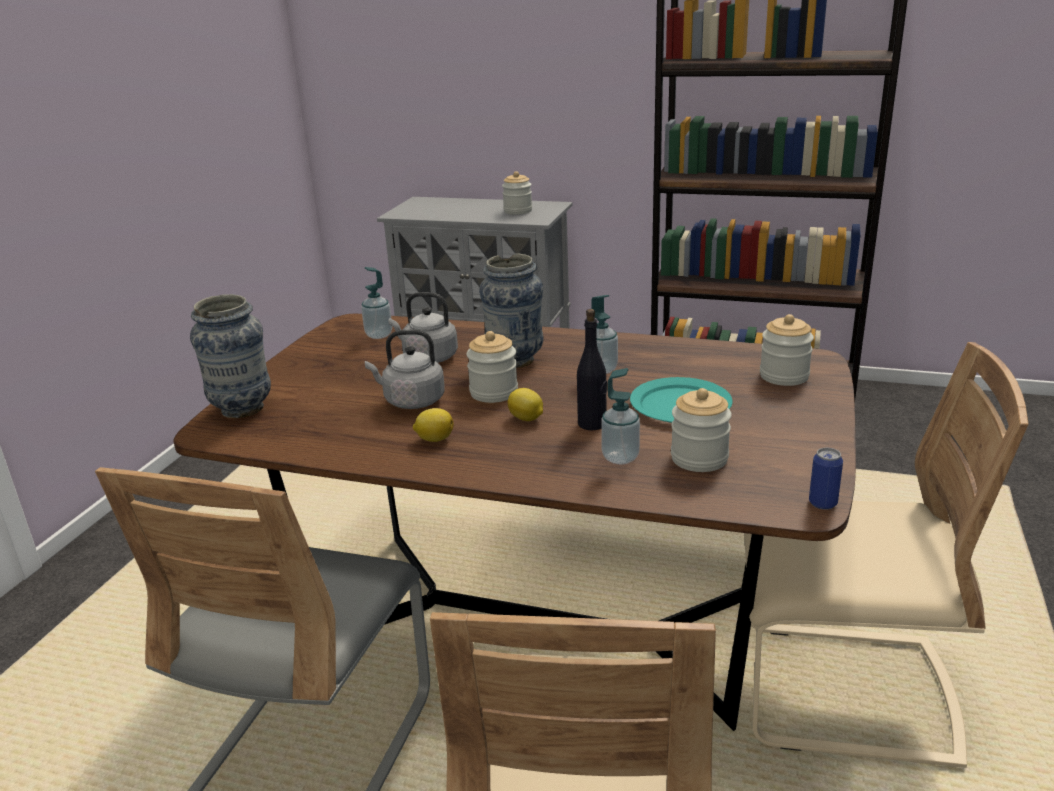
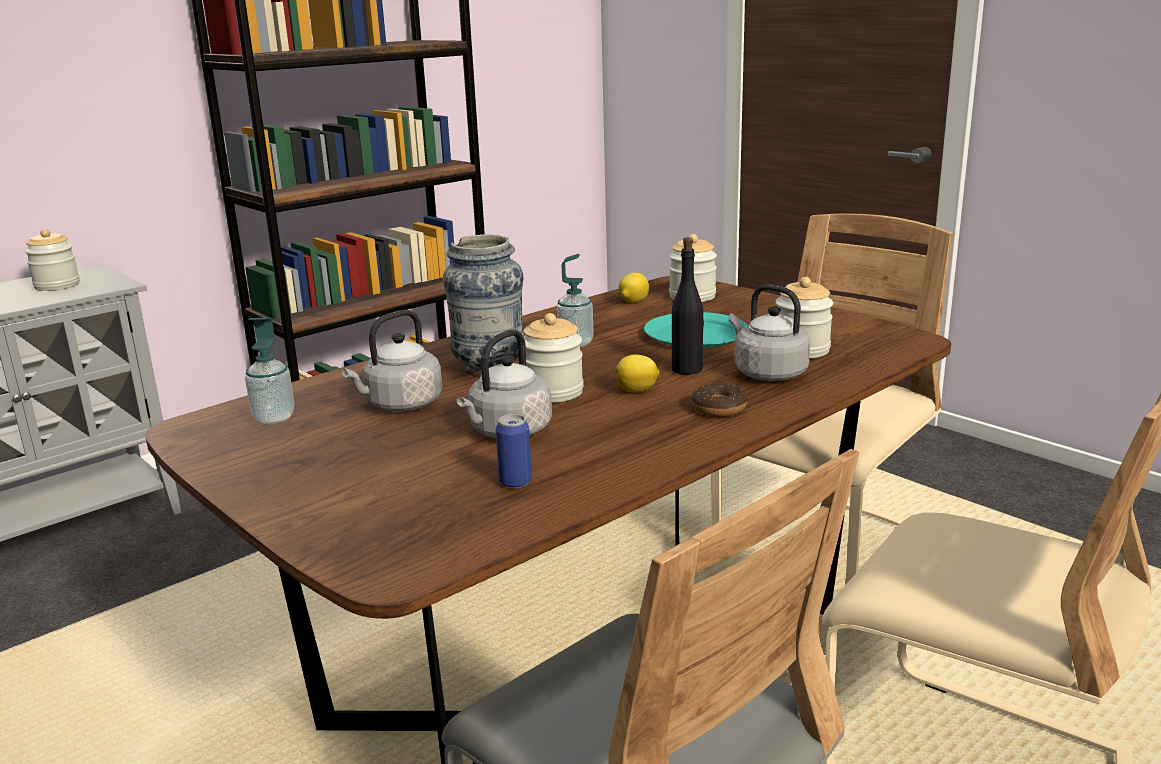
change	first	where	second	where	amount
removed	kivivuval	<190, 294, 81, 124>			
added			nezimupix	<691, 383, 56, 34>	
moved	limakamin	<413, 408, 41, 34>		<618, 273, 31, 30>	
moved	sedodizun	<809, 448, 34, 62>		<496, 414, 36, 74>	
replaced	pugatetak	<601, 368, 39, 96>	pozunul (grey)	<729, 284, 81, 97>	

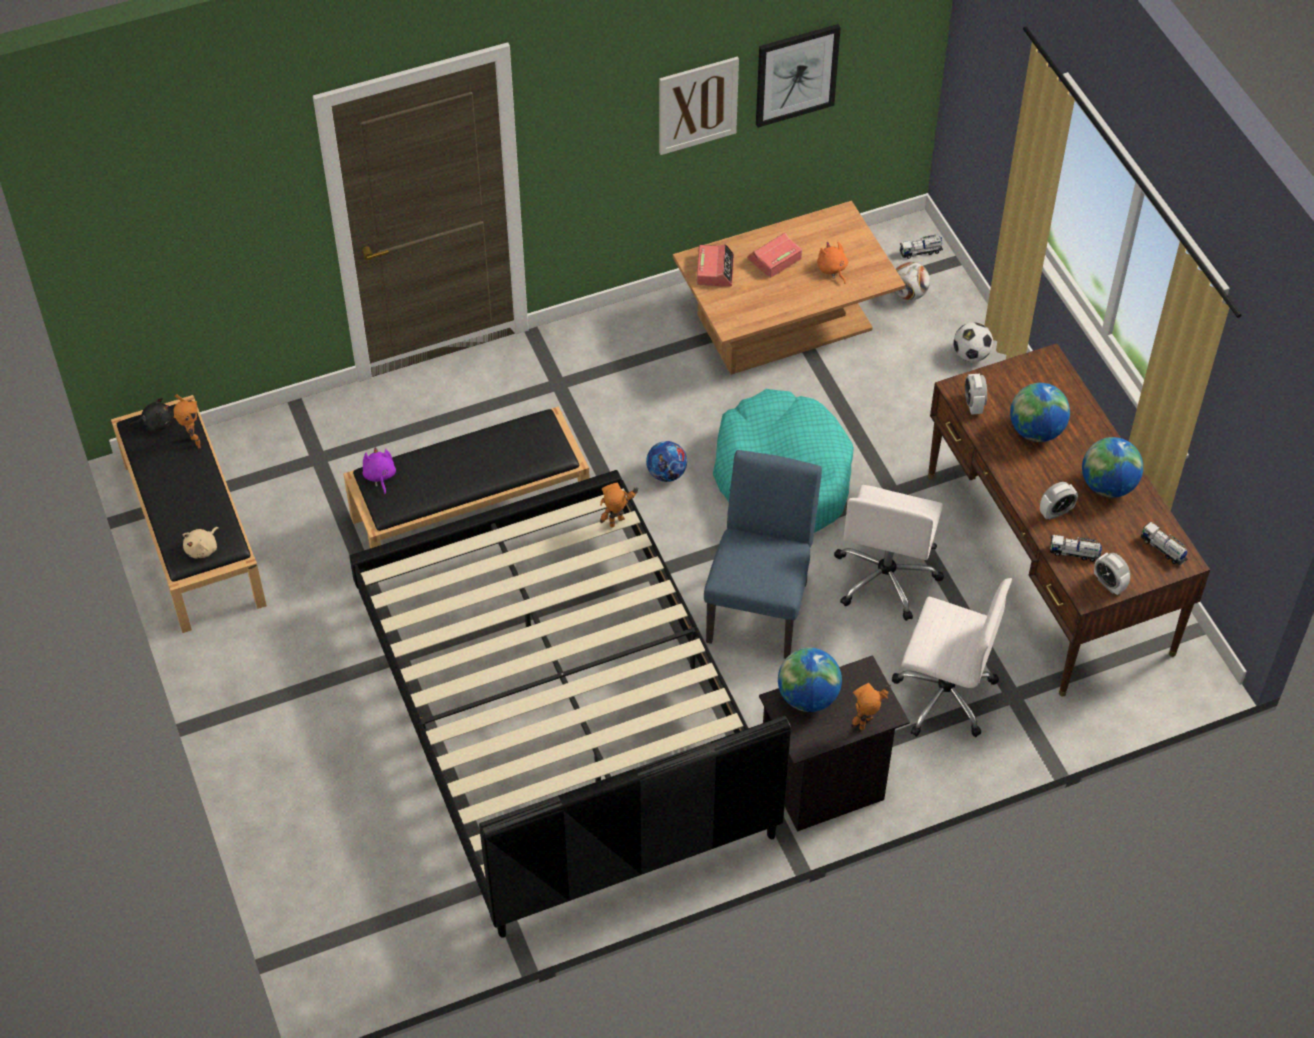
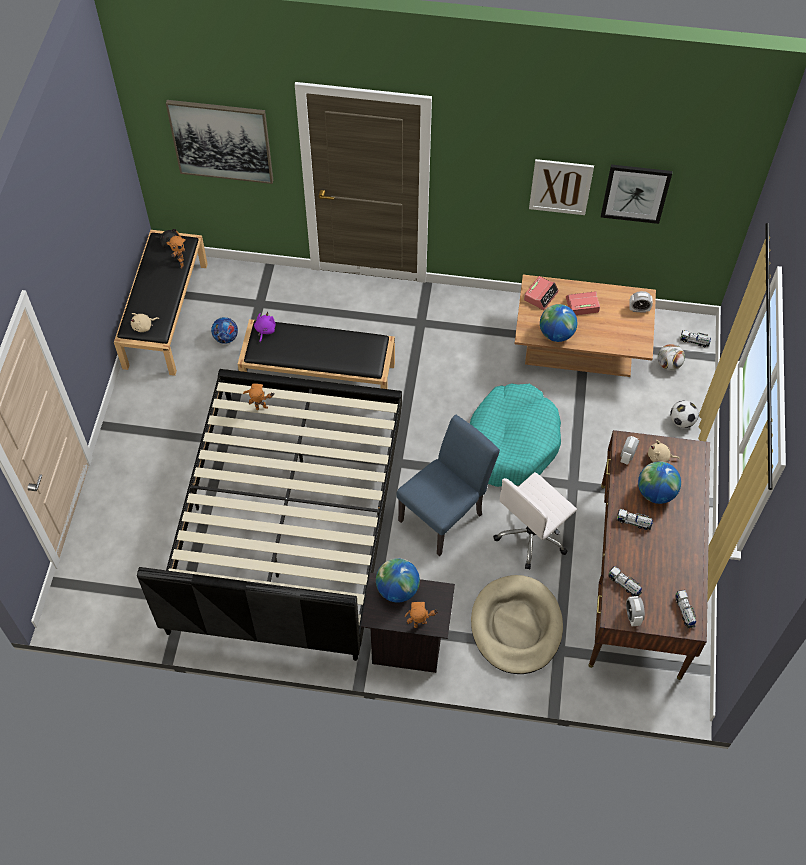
change	first	where	second	where	amount
removed	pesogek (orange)	<817, 242, 31, 42>			
added			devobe	<166, 100, 107, 84>	
added			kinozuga	<617, 509, 36, 21>	
added			pesogek (beige)	<648, 440, 31, 23>	
moved	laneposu	<600, 483, 38, 45>		<243, 384, 32, 26>	
moved	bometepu	<646, 441, 41, 41>		<211, 317, 27, 27>	
moved	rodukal	<1040, 482, 38, 38>		<629, 291, 24, 22>	
moved	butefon	<1082, 437, 61, 61>		<540, 304, 37, 38>	
replaced	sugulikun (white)	<892, 578, 120, 159>	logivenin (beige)	<471, 575, 92, 99>	

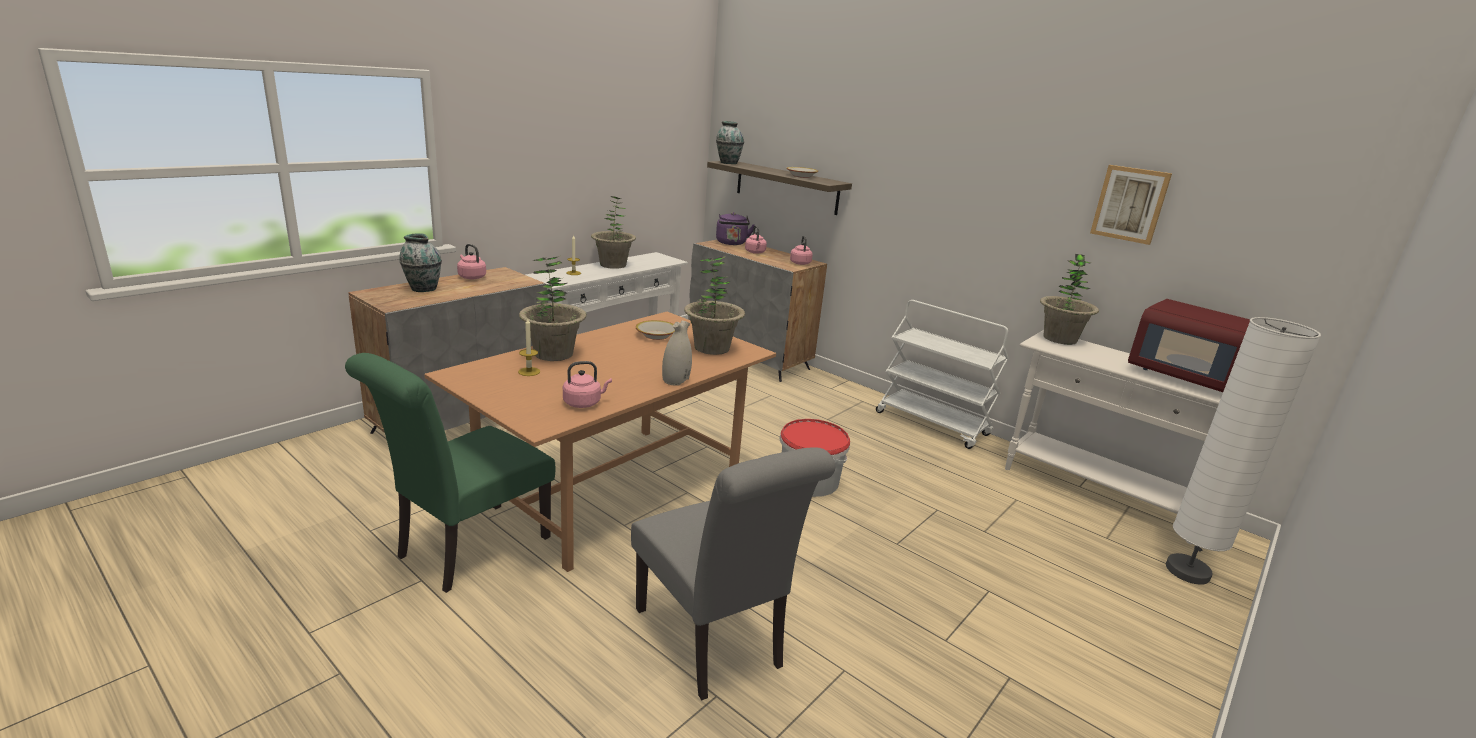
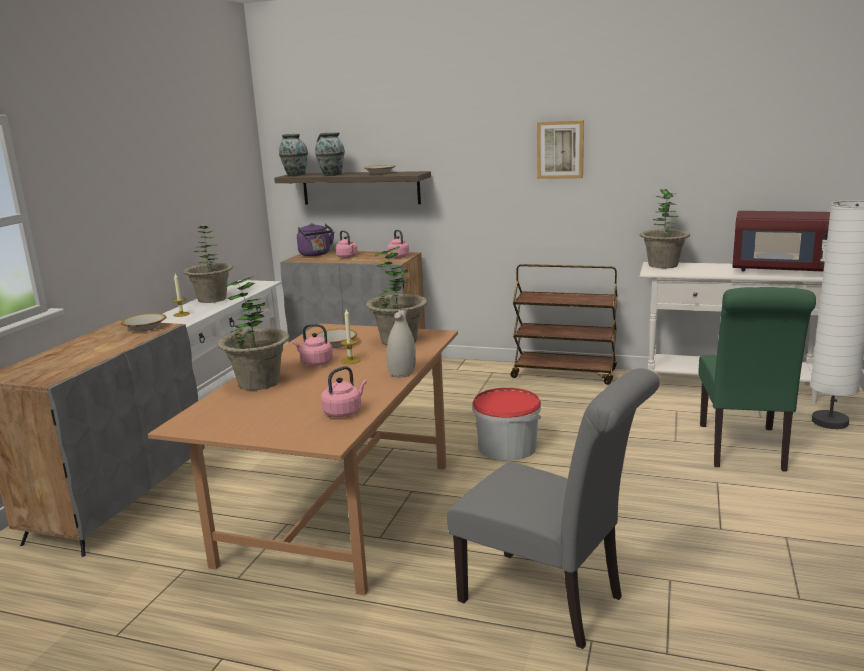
change	first	where	second	where	amount
added			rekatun	<121, 313, 45, 18>	
moved	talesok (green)	<345, 353, 210, 240>		<698, 287, 118, 185>	
moved	kivivuval	<399, 233, 43, 59>		<315, 133, 30, 43>	
moved	pozunul (pink)	<457, 244, 29, 35>		<292, 324, 41, 42>	
moved	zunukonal	<518, 317, 22, 59>		<340, 309, 21, 55>	
moved	devobe	<1090, 165, 82, 80>		<537, 120, 47, 59>	
recoloured	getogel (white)	<876, 300, 133, 149>	getogel (brown)	<510, 264, 108, 121>	

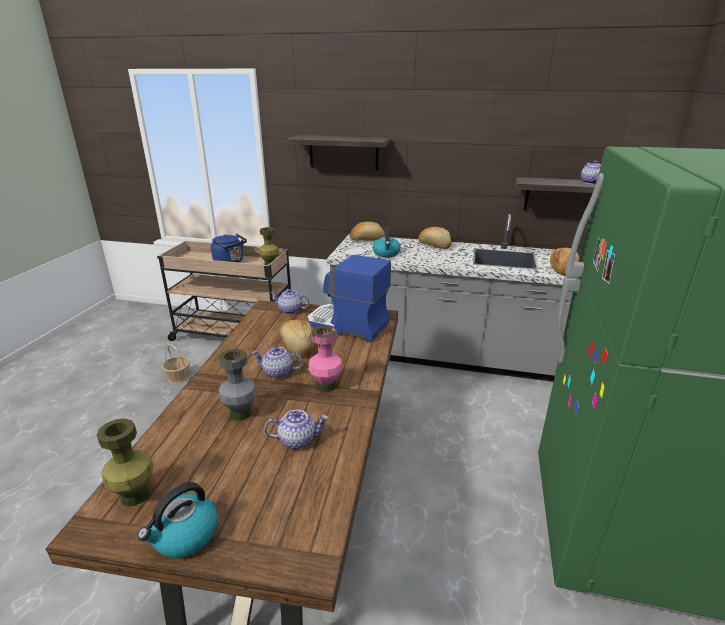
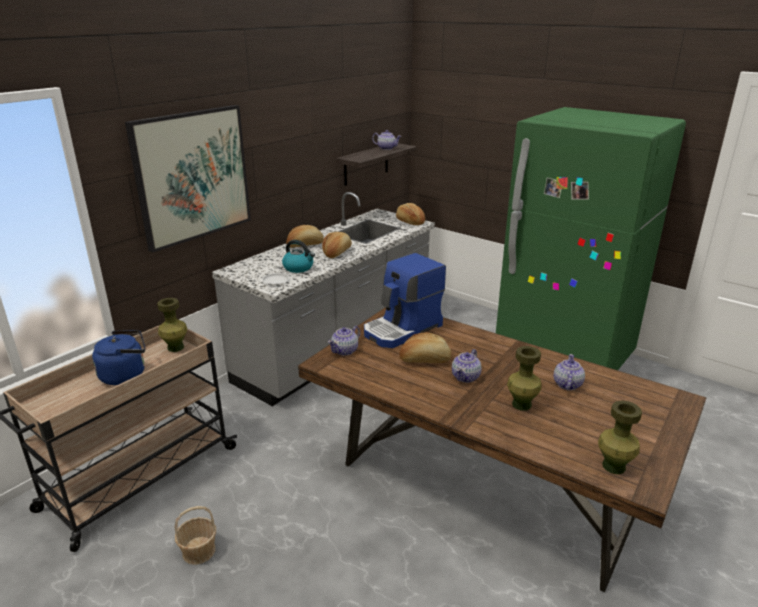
change	first	where	second	where	amount
removed	pozunul	<138, 482, 80, 76>			
removed	kivivuval (pink)	<309, 326, 33, 66>			
moved	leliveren	<350, 222, 35, 19>		<322, 232, 30, 26>	
replaced	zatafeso	<287, 135, 103, 35>	devobe	<125, 105, 126, 148>	
recoloured	kivivuval (grey)	<218, 349, 39, 72>	kivivuval (green)	<507, 346, 35, 65>	

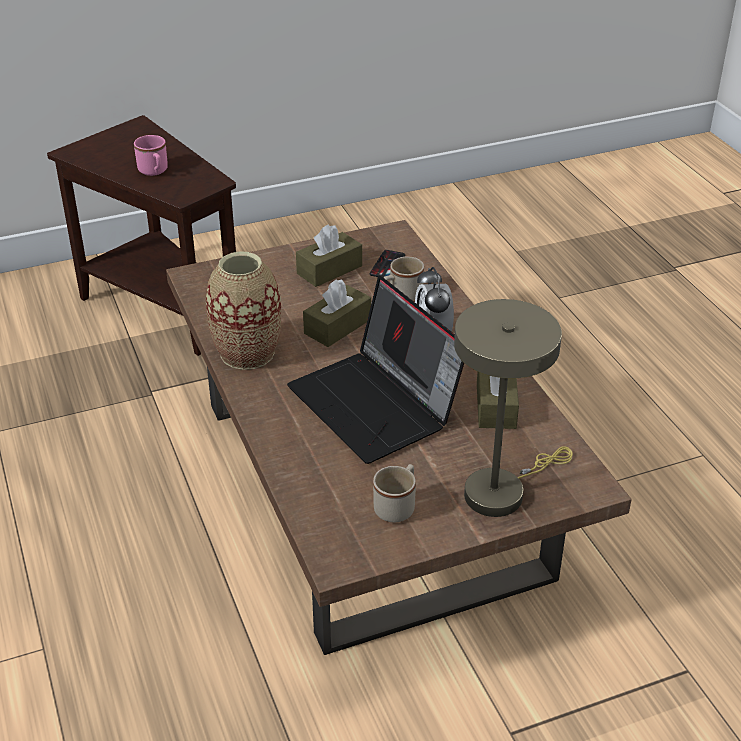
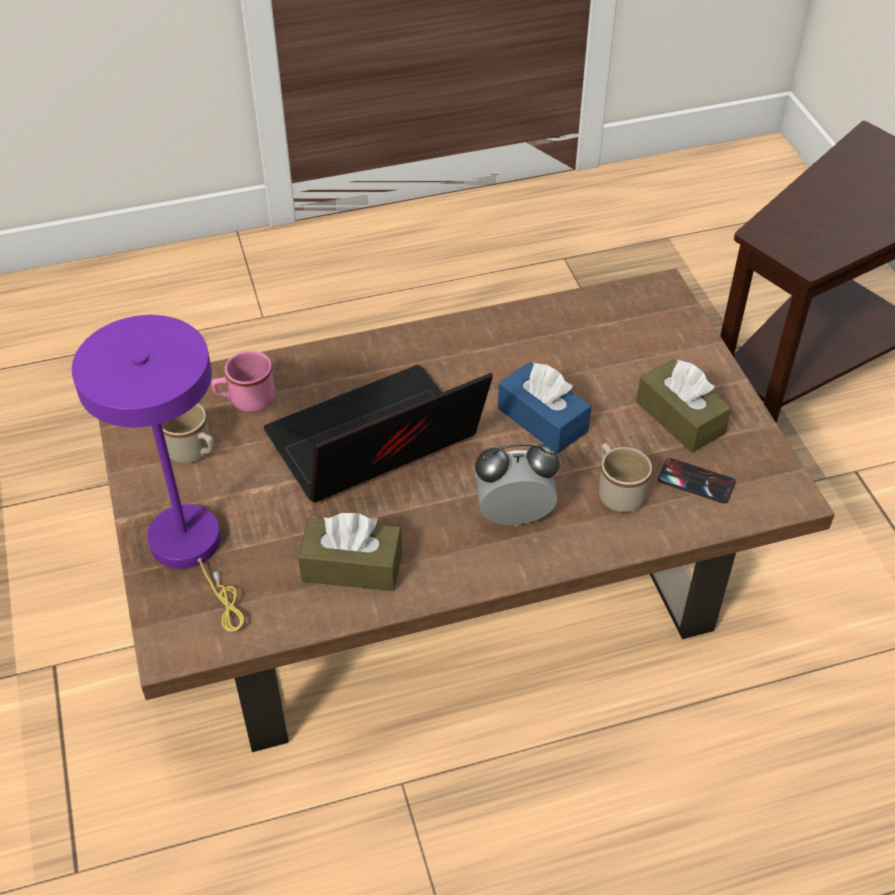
change	first	where	second	where	amount
removed	kivivuval	<206, 251, 75, 119>			
moved	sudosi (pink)	<134, 135, 34, 41>		<212, 351, 63, 61>	
recoloured	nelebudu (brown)	<303, 279, 68, 68>	nelebudu (blue)	<498, 362, 93, 92>	
recoloured	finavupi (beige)	<454, 299, 119, 218>	finavupi (purple)	<72, 315, 172, 317>	

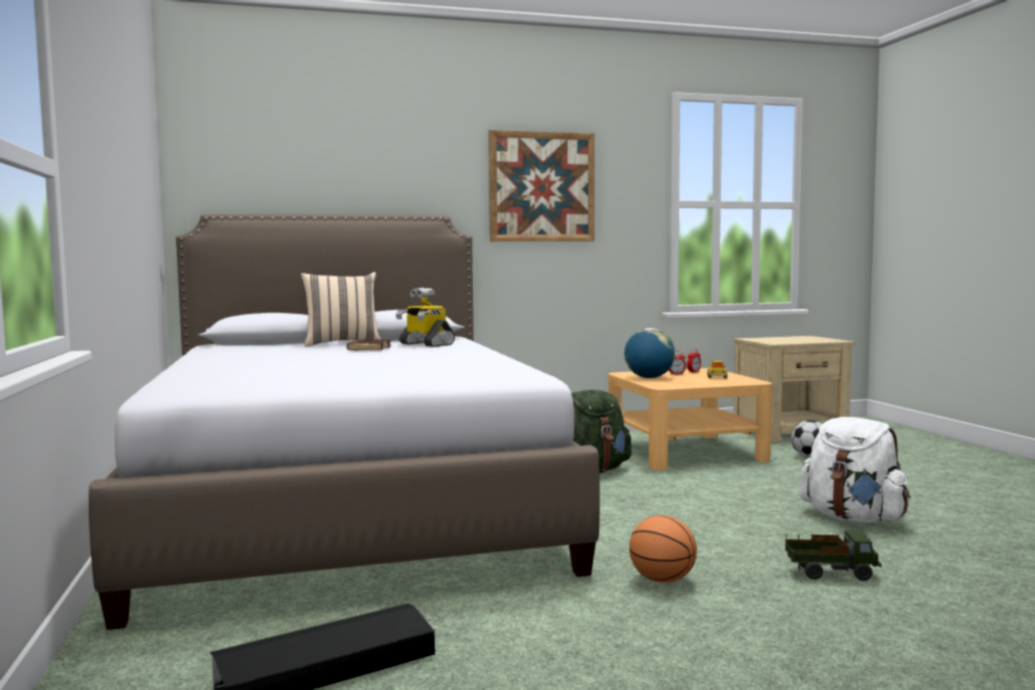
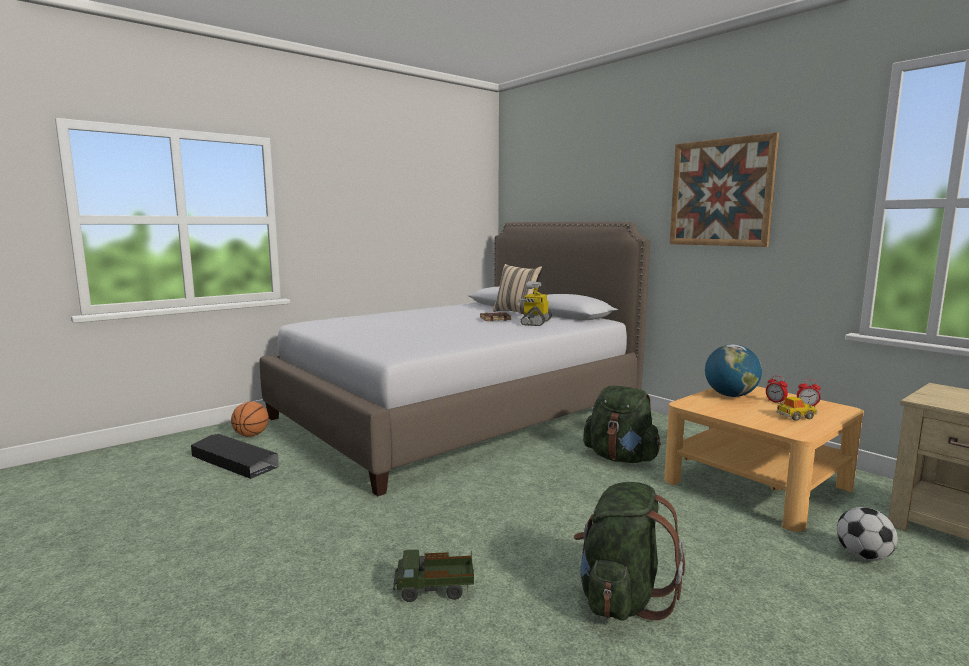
change	first	where	second	where	amount
moved	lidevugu	<629, 515, 68, 68>		<231, 401, 38, 36>	
recoloured	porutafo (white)	<799, 417, 112, 106>	porutafo (green)	<574, 482, 111, 139>	
turned	kinozuga	<785, 530, 96, 51>		<393, 549, 81, 53>	105 degrees clockwise

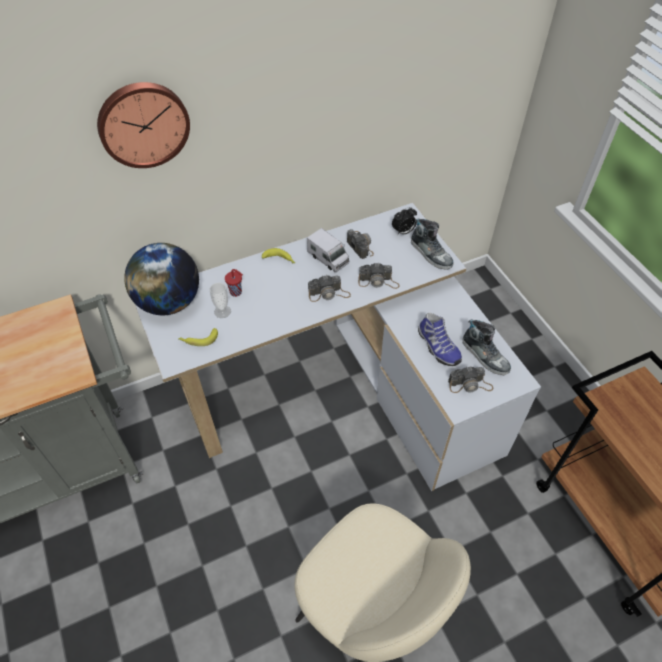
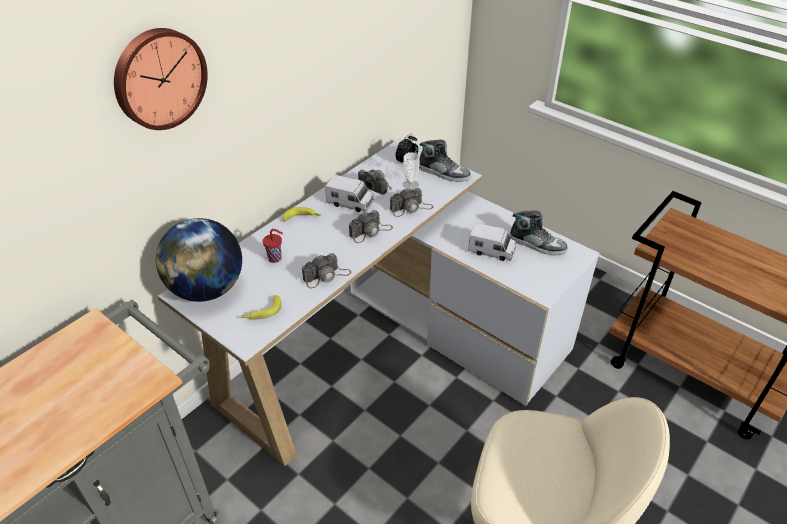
change	first	where	second	where	amount
moved	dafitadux	<210, 282, 21, 36>		<403, 152, 16, 38>	
moved	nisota	<448, 367, 46, 26>		<302, 253, 49, 35>	
replaced	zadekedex	<418, 312, 44, 54>	kinozuga	<468, 222, 48, 39>	

